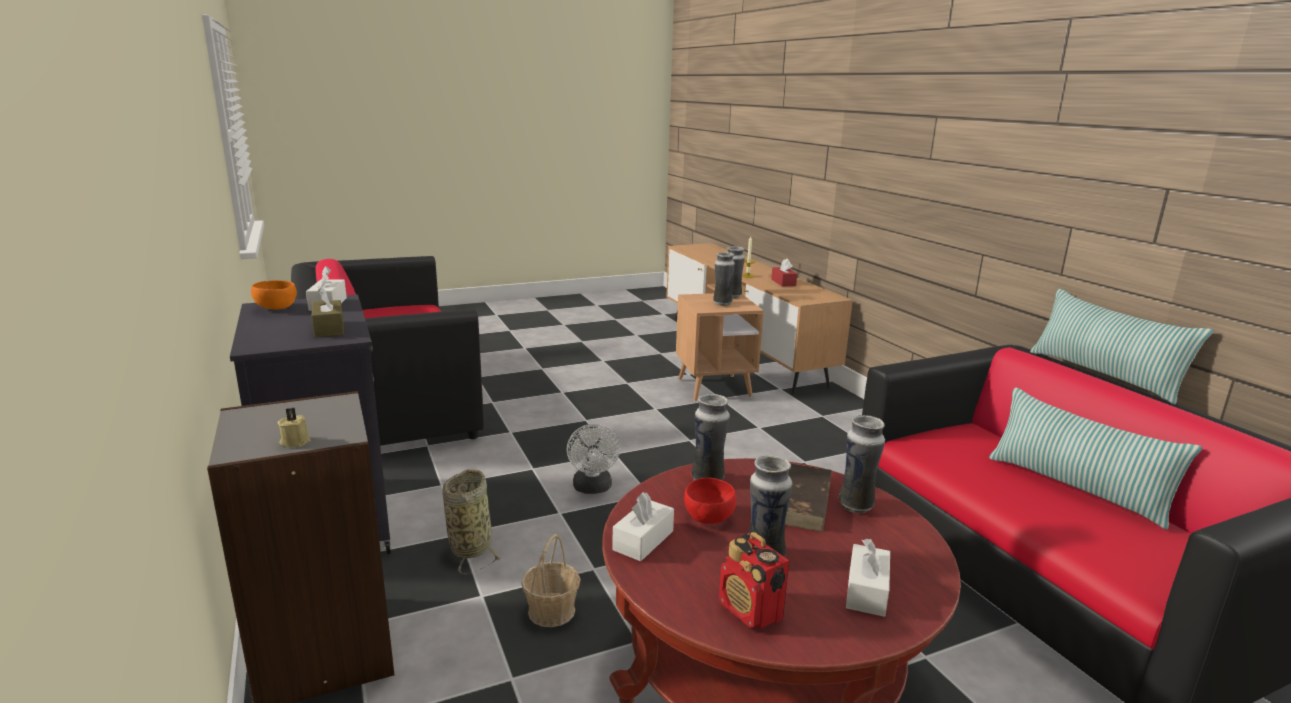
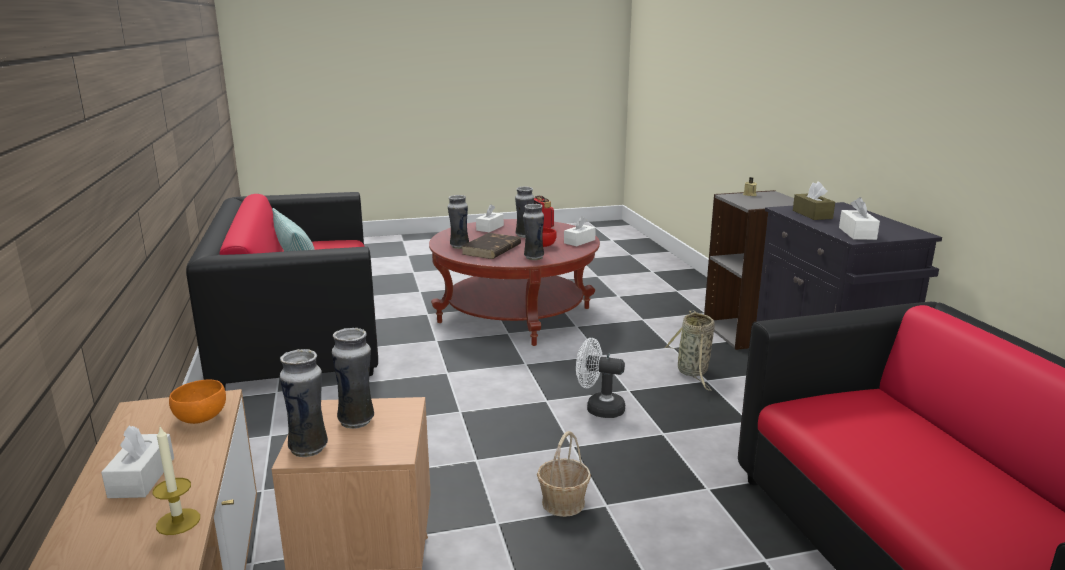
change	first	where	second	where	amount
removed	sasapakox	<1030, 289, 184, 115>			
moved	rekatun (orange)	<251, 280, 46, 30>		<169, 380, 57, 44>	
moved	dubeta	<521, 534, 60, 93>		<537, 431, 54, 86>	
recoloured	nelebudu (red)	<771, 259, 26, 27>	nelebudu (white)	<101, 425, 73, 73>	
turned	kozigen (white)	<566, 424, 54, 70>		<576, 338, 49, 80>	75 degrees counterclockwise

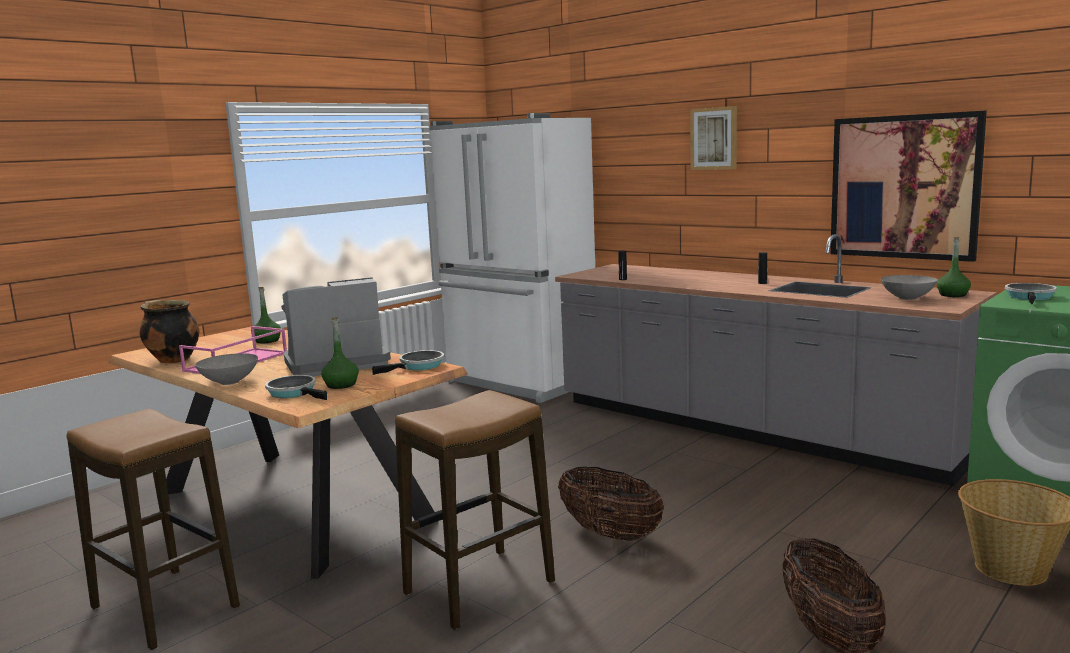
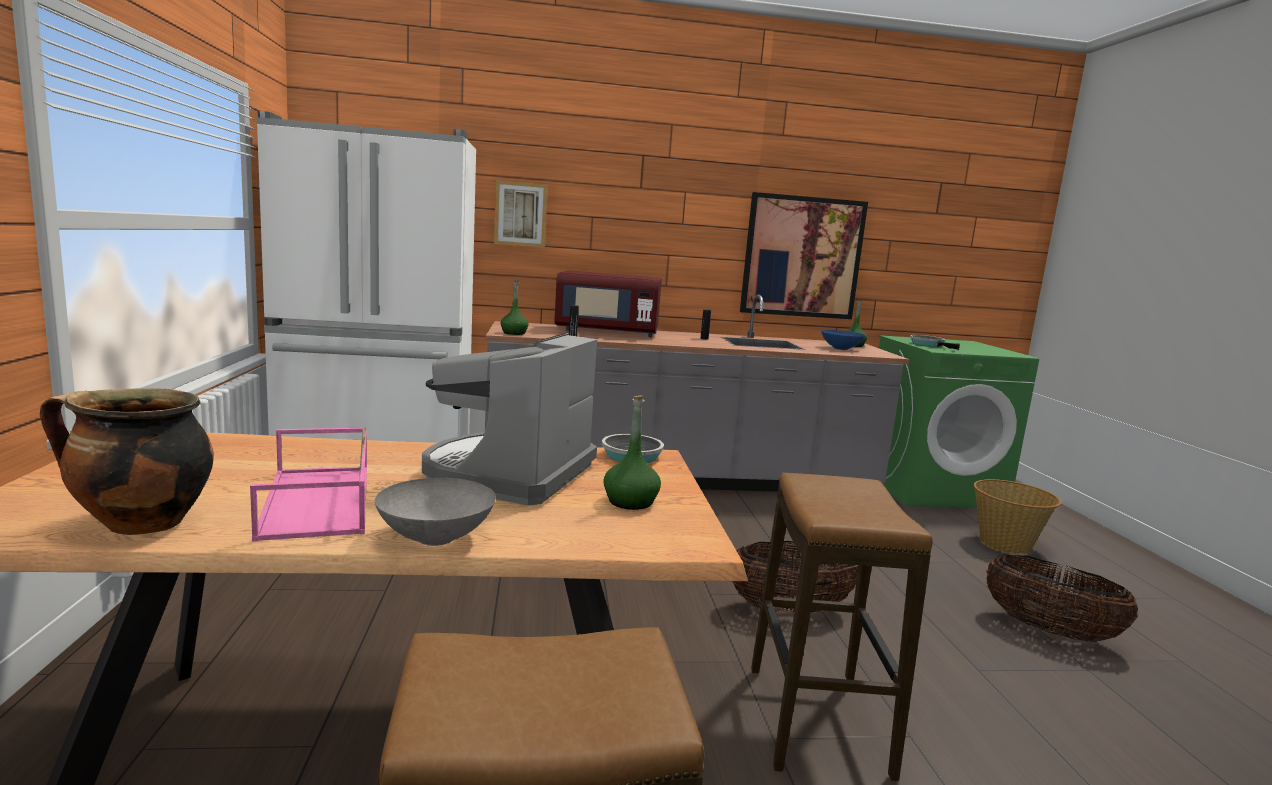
change	first	where	second	where	amount
removed	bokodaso	<265, 375, 62, 25>			
added			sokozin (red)	<554, 270, 108, 67>	
moved	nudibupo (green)	<254, 287, 27, 56>		<501, 280, 28, 55>	
moved	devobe	<690, 106, 47, 64>		<494, 180, 54, 68>	
recoloured	rekatun (grey)	<881, 275, 57, 25>	rekatun (blue)	<821, 330, 44, 20>	

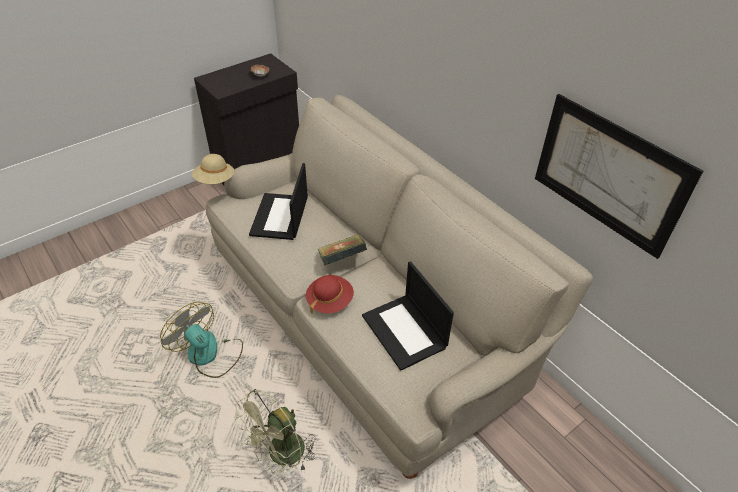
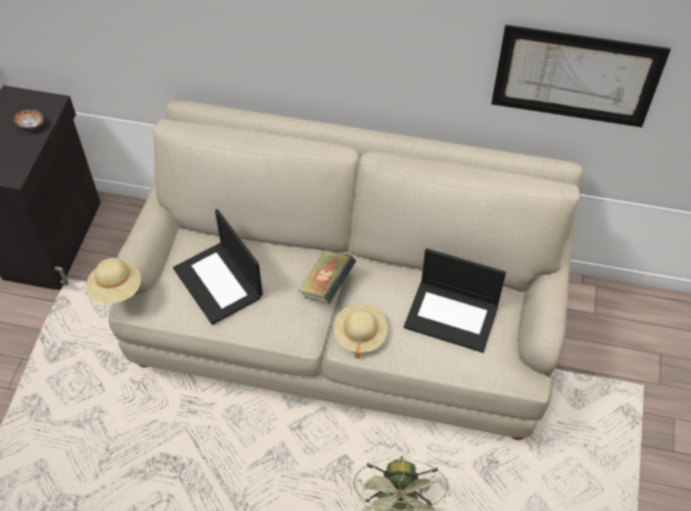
change	first	where	second	where	amount
removed	kozigen	<160, 301, 83, 77>			
recoloured	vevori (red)	<306, 275, 48, 39>	vevori (beige)	<334, 304, 54, 55>	

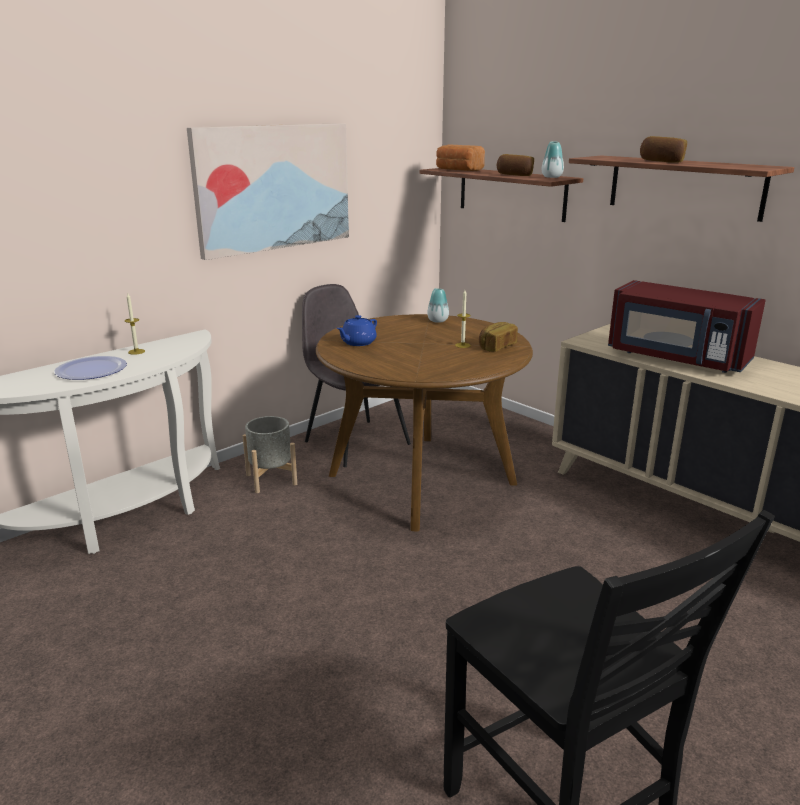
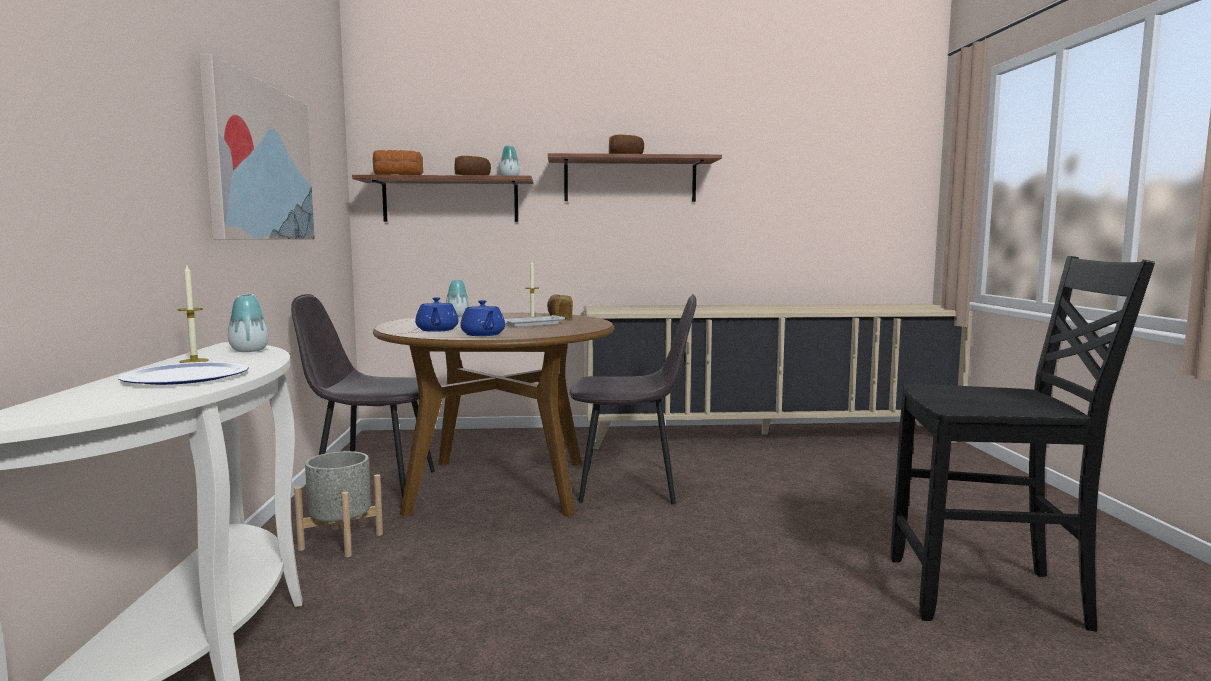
change	first	where	second	where	amount
removed	sokozin (red)	<608, 280, 158, 93>			
added			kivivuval	<228, 294, 41, 58>	
added			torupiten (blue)	<460, 300, 45, 36>	
added			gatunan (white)	<504, 315, 61, 12>	
added			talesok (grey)	<569, 294, 128, 210>	

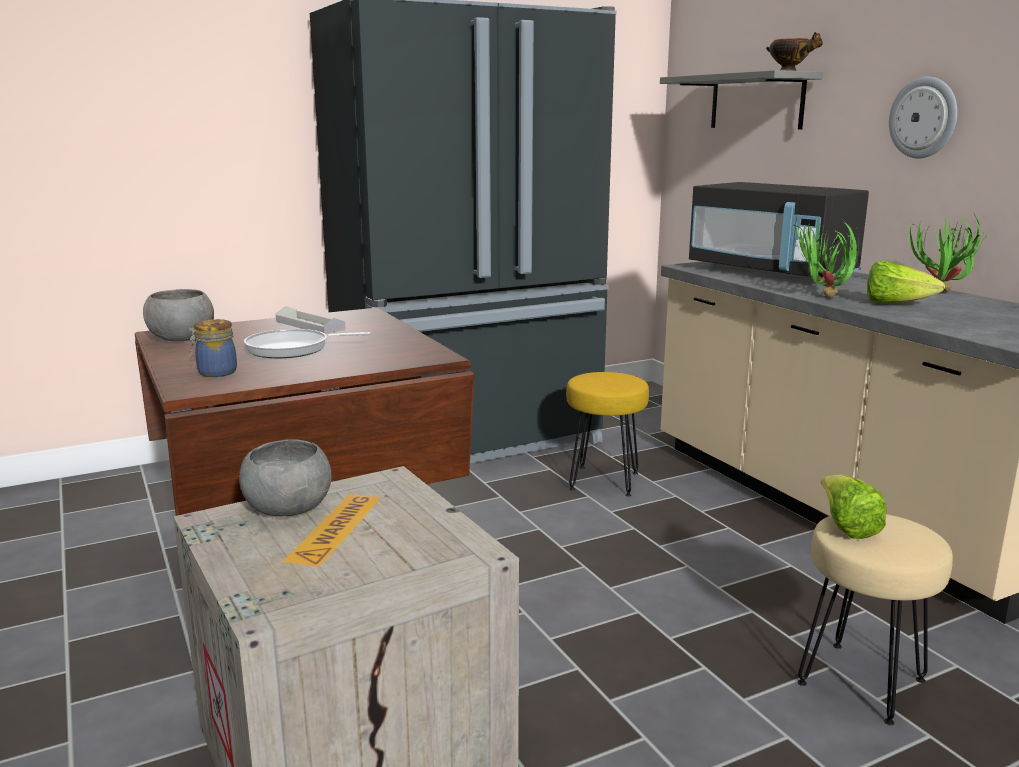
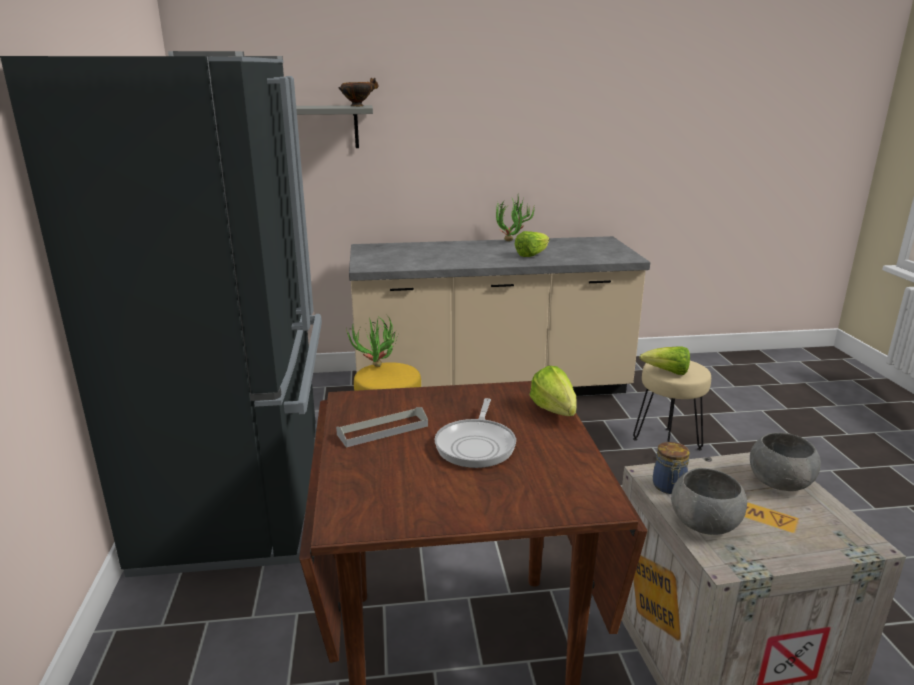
change	first	where	second	where	amount
removed	sokozin (black)	<689, 182, 180, 99>			
removed	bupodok	<889, 77, 69, 82>			
added			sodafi	<530, 366, 47, 50>	
moved	rekatun (grey)	<143, 289, 71, 52>		<750, 432, 71, 59>	
moved	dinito	<189, 319, 48, 58>		<653, 442, 37, 52>	
moved	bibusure	<791, 219, 68, 79>		<346, 314, 51, 53>	

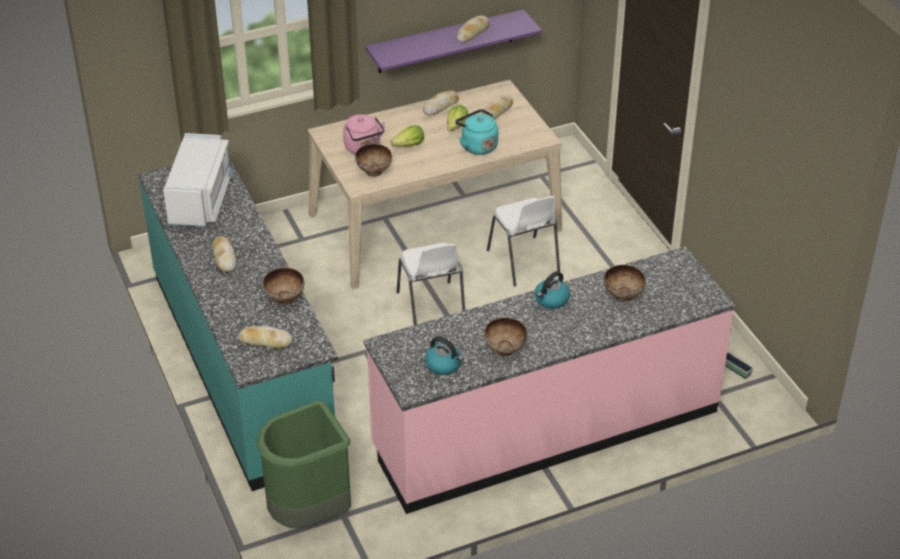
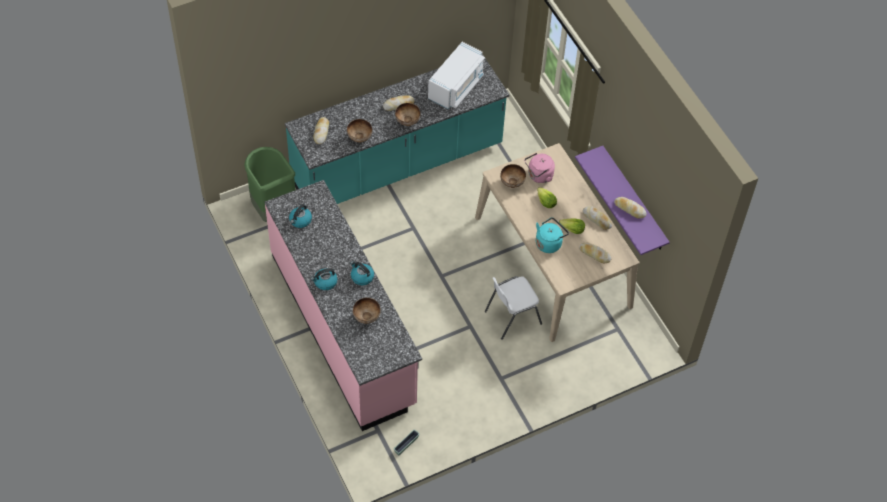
change	first	where	second	where	amount
removed	talesok (white)	<397, 243, 68, 82>			
added			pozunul	<311, 268, 27, 22>	
moved	rekatun	<484, 318, 43, 38>		<395, 103, 25, 23>	
turned	sokozin (white)	<163, 133, 69, 94>		<428, 42, 57, 67>	60 degrees counterclockwise

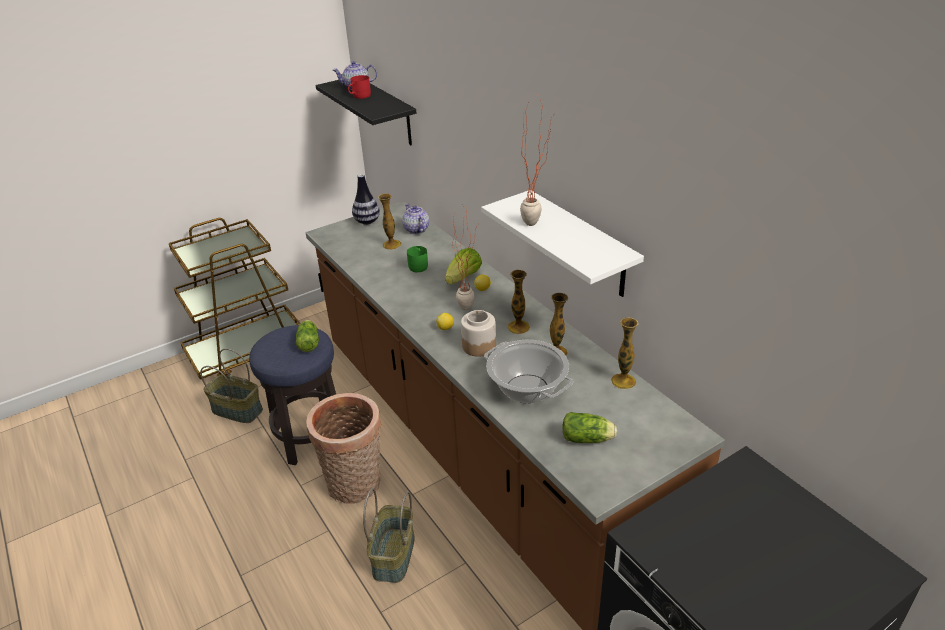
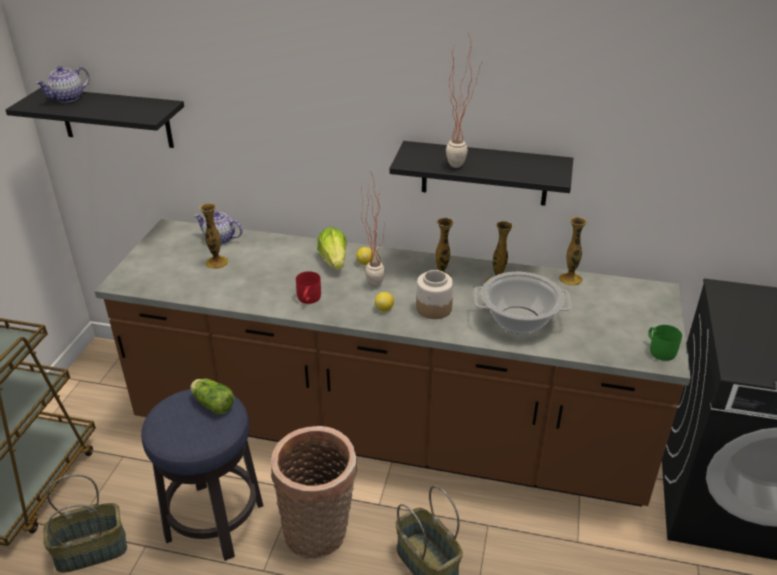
change	first	where	second	where	amount
removed	kivivuval	<352, 174, 28, 51>			
removed	sodafi	<562, 412, 55, 31>			
moved	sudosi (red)	<348, 75, 23, 24>		<296, 271, 25, 33>	
moved	sudosi (green)	<407, 246, 21, 26>		<649, 325, 33, 36>	
recoloured	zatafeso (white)	<481, 190, 163, 107>	zatafeso (black)	<389, 141, 184, 65>	

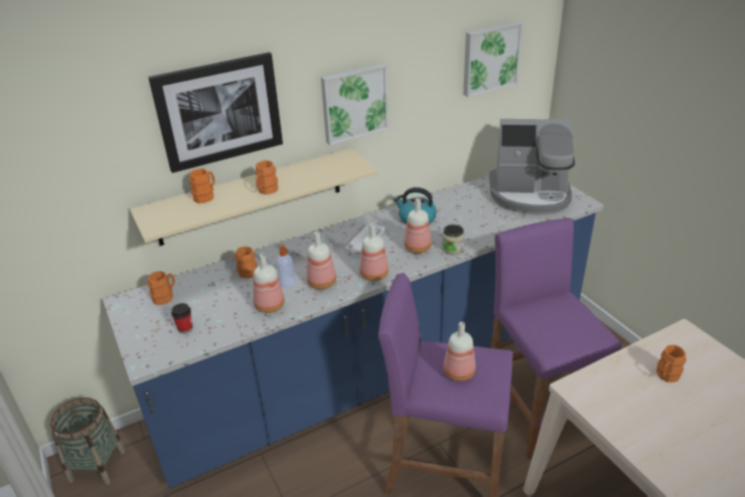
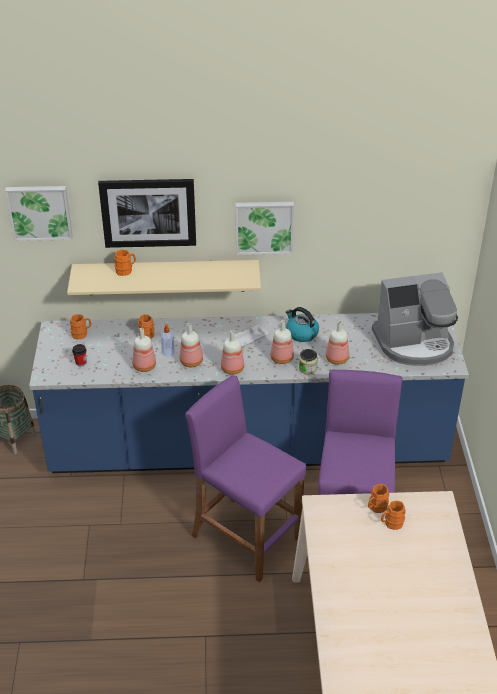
change	first	where	second	where	amount
moved	sudosi (orange)	<255, 160, 23, 35>		<368, 484, 21, 29>	
moved	nudibupo	<443, 322, 33, 59>		<326, 321, 23, 44>	
moved	devobe	<463, 21, 60, 76>		<5, 186, 68, 55>	
turned	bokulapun	<489, 119, 86, 96>		<372, 272, 86, 94>	45 degrees counterclockwise

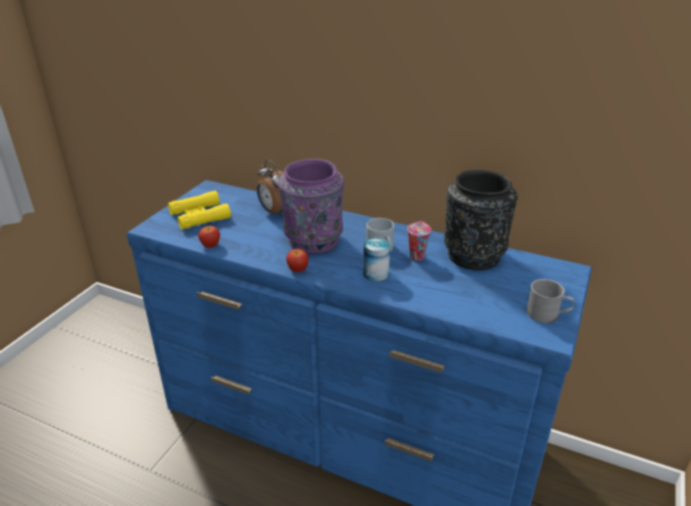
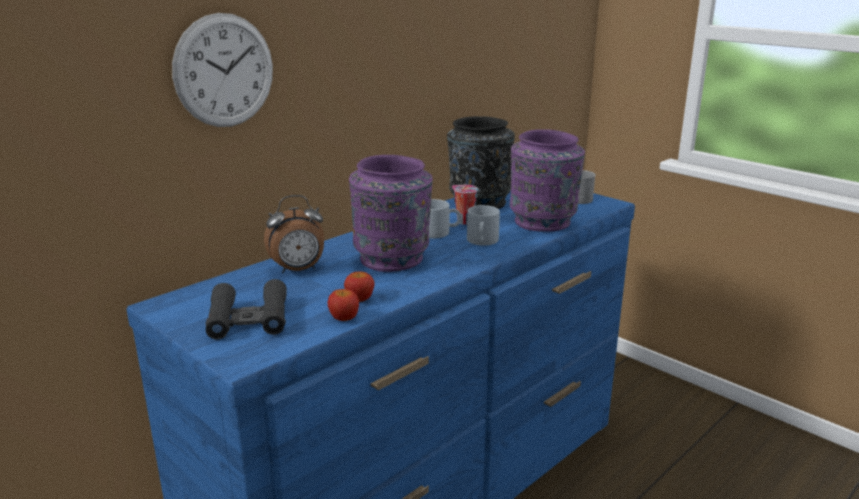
change	first	where	second	where	amount
added			bupodok	<172, 13, 101, 114>	
added			kivivuval (purple)	<510, 129, 75, 103>	
moved	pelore	<286, 249, 23, 23>		<344, 272, 31, 30>	
replaced	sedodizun	<363, 238, 27, 43>	sudosi (grey)	<467, 205, 33, 41>	
recoloured	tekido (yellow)	<168, 191, 63, 38>	tekido (black)	<206, 279, 81, 61>	

